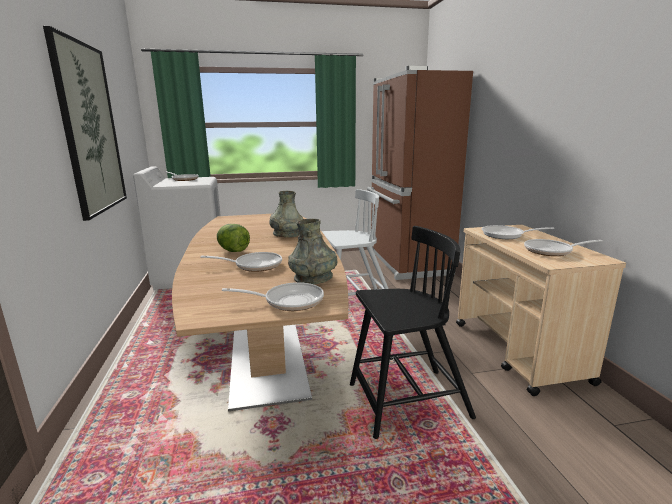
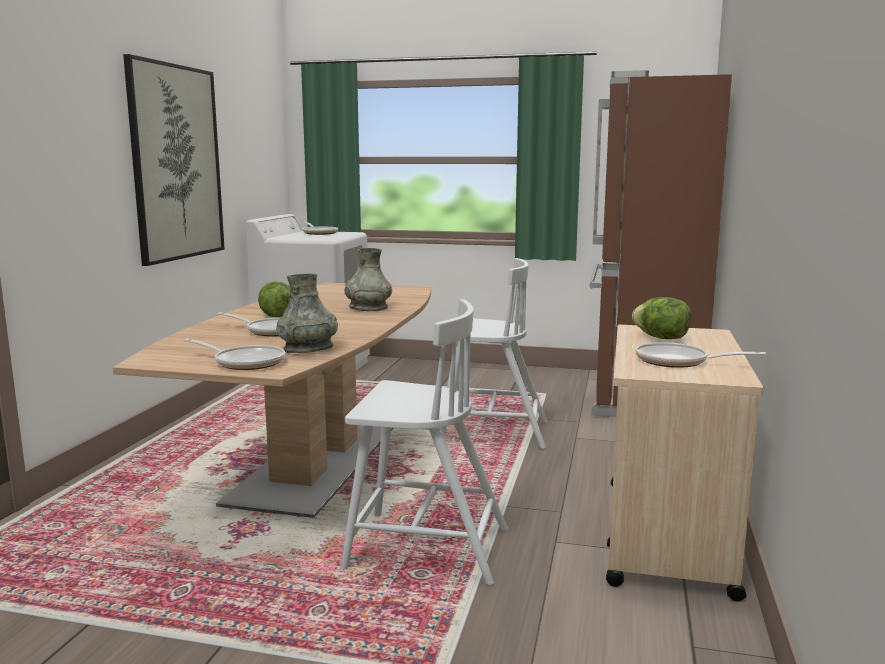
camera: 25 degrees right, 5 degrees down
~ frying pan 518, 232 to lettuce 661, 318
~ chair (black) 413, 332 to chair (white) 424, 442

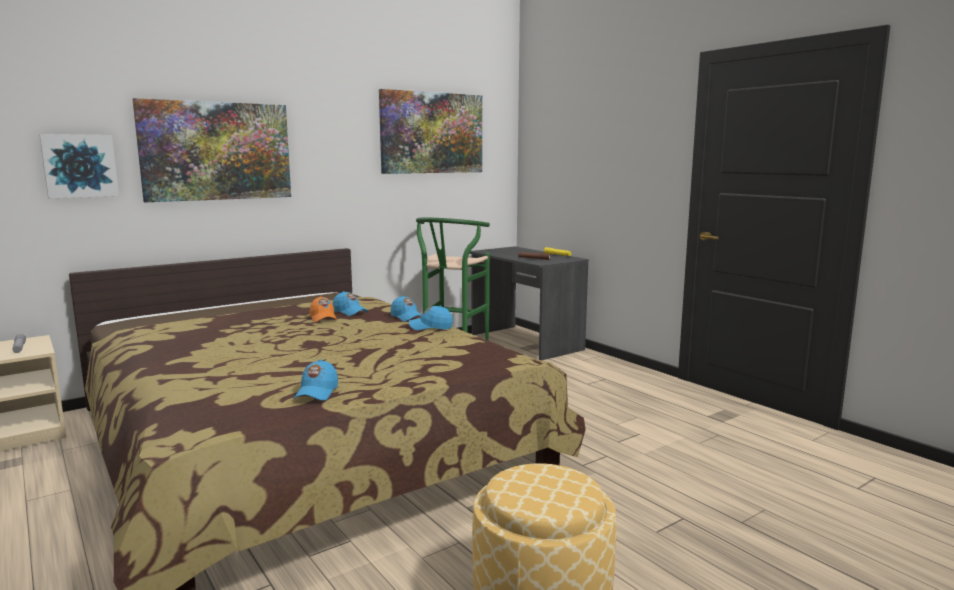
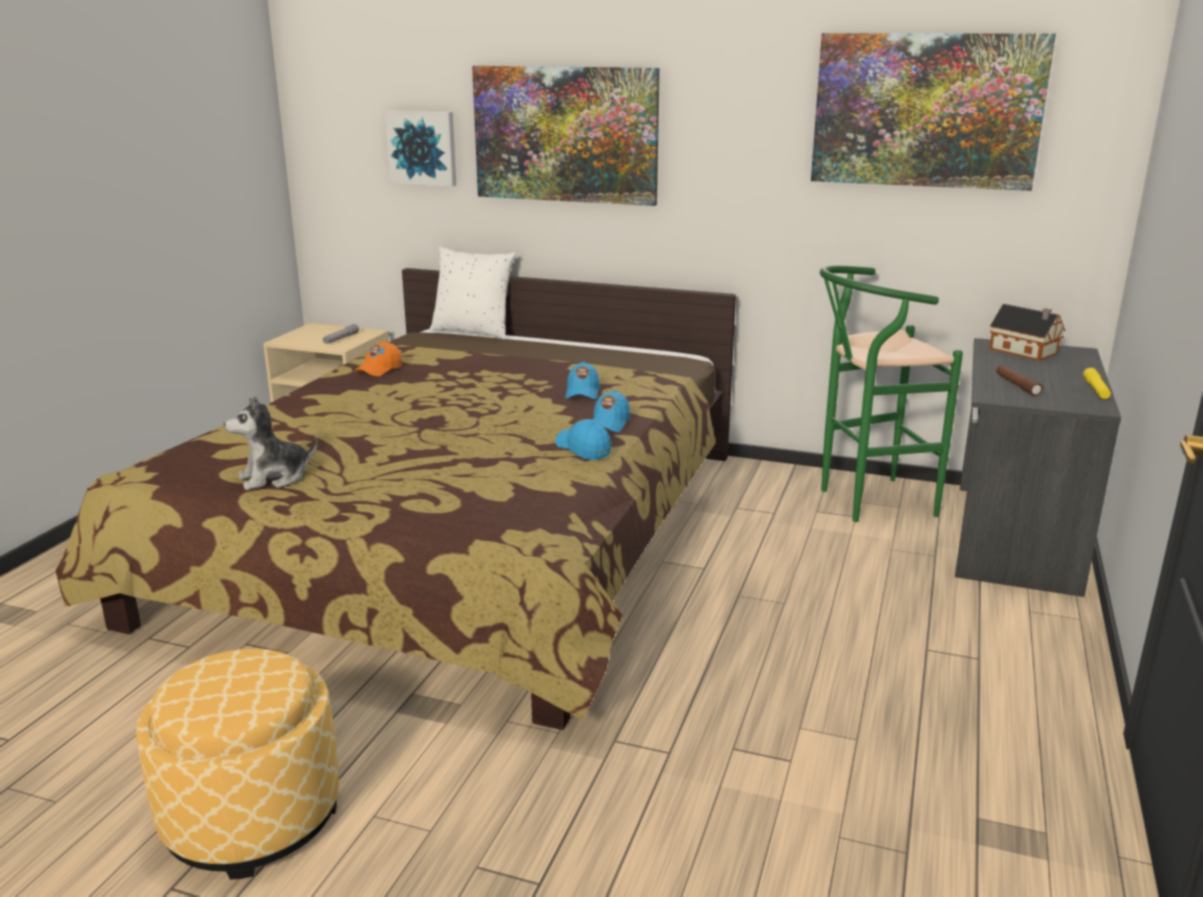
camera: 55 degrees right, 10 degrees up
~ cap (orange) 323, 309 to 378, 359
~ cap (blue) 315, 380 to plush toy 271, 443
+ pillow (white) 472, 293
+ toy house 1027, 332

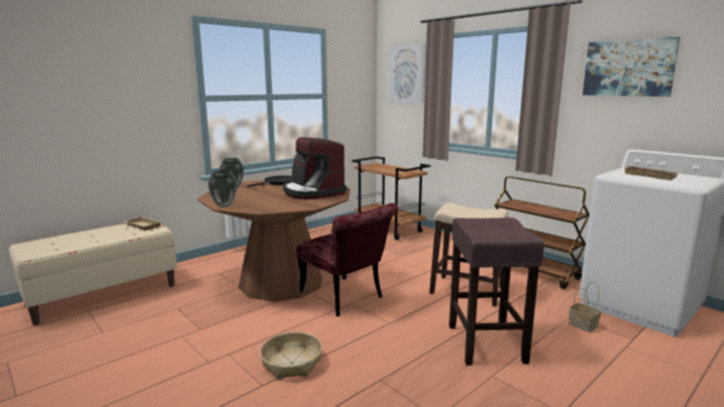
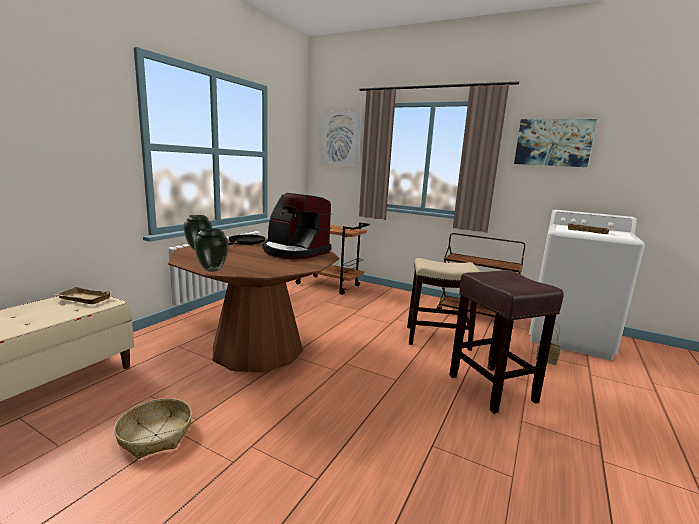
camera: 20 degrees left, 0 degrees up
- chair (red) 347, 259
~ basket 291, 356 to 153, 428

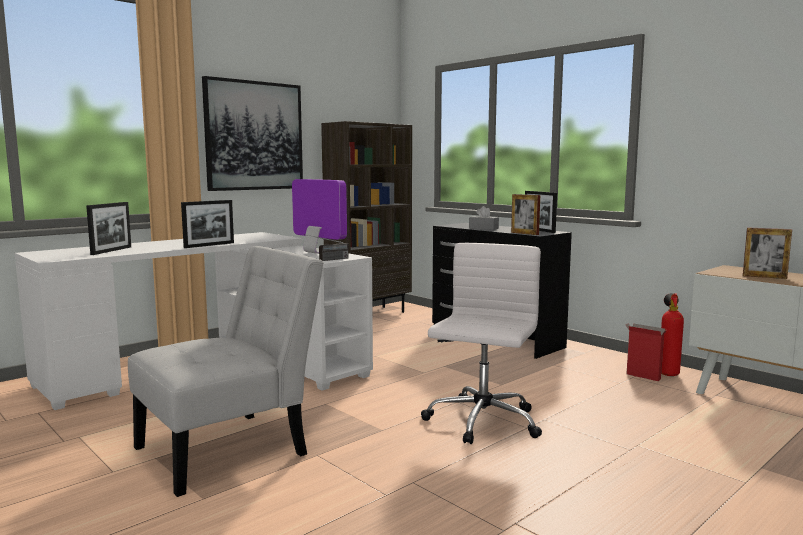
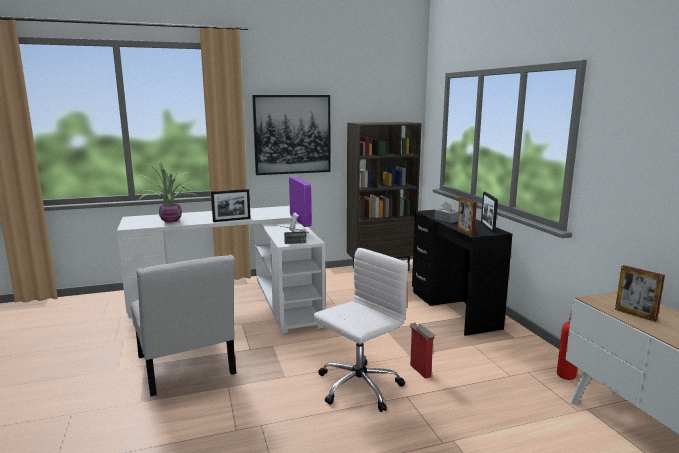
camera: 25 degrees right, 5 degrees up
~ picture frame 108, 228 to potted plant 167, 192
~ chair (white) 226, 371 = 183, 325 75 degrees clockwise
~ cardboard box 646, 352 to 422, 351

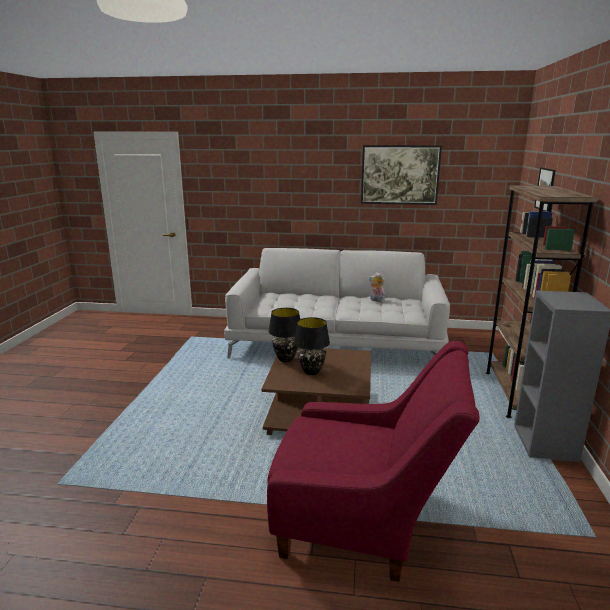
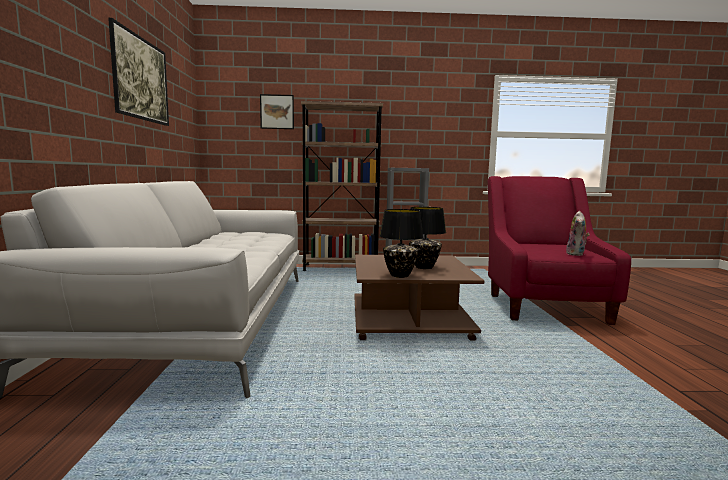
camera: 100 degrees left, 10 degrees down
~ plush toy 377, 287 to 578, 233

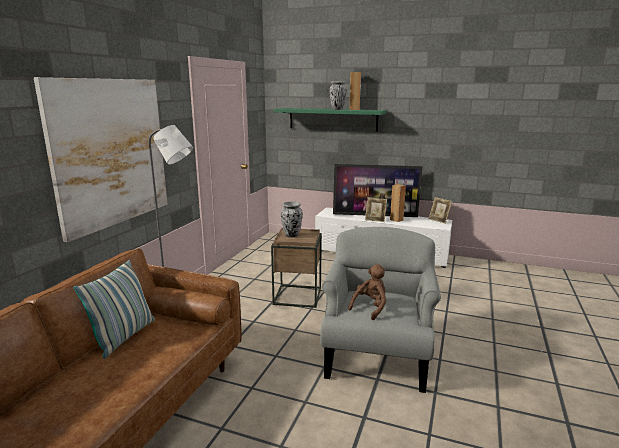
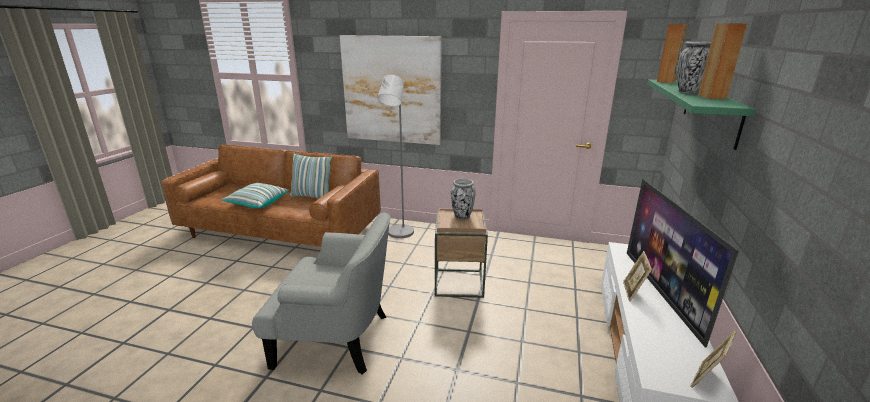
camera: 85 degrees right, 5 degrees up
~ speaker (brown) 398, 203 to 672, 53
- plush toy (brown) 367, 292
+ pillow 255, 195

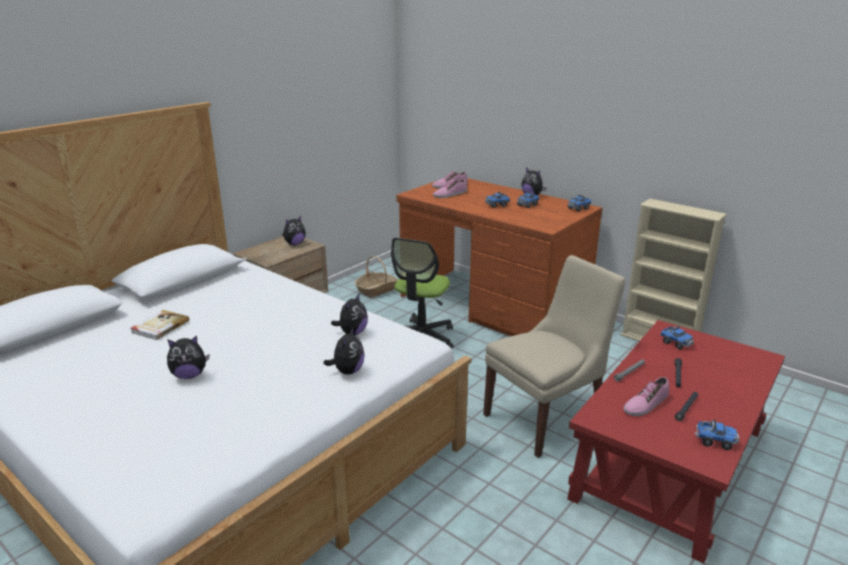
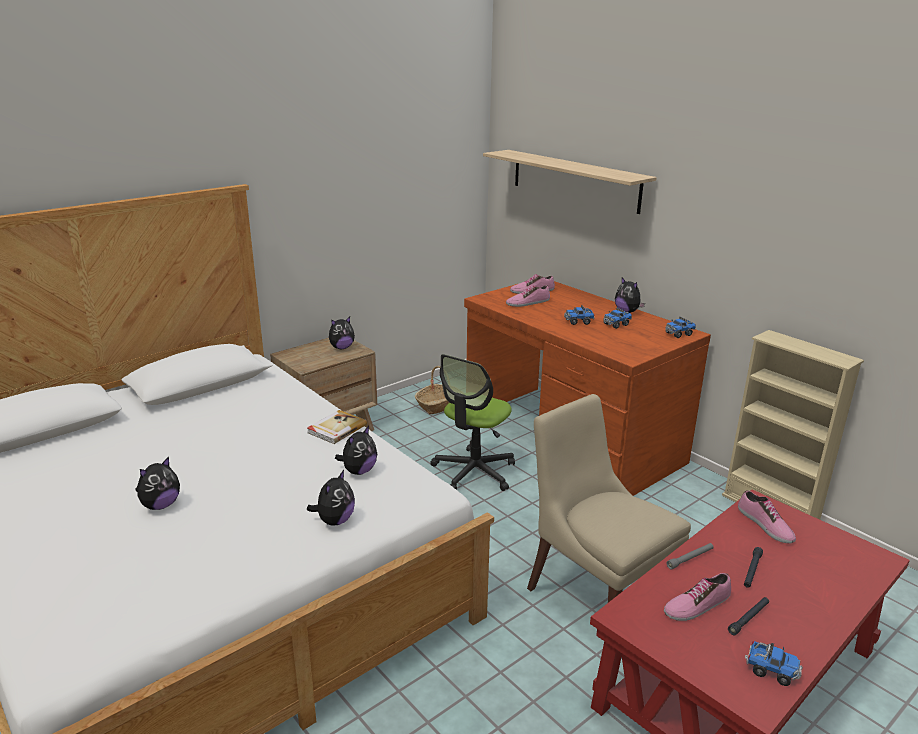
camera: 10 degrees right, 0 degrees up
~ chair (beige) 554, 356 = 609, 498 105 degrees counterclockwise
~ book 159, 325 to 337, 427
~ toy truck 677, 338 to shoe 767, 516
~ plush toy 188, 357 = 157, 483 45 degrees counterclockwise
+ shelf 570, 182

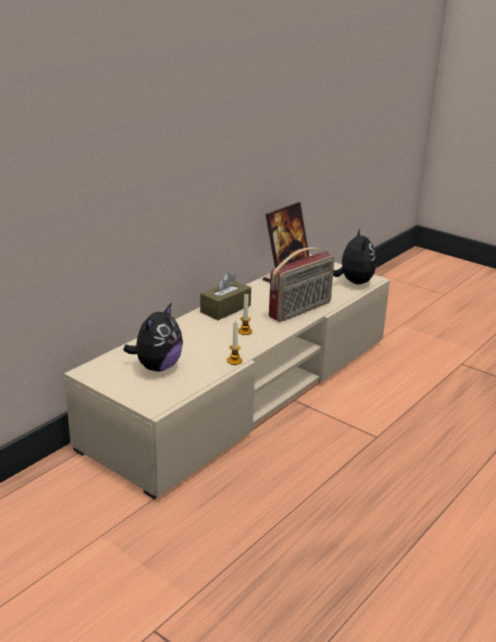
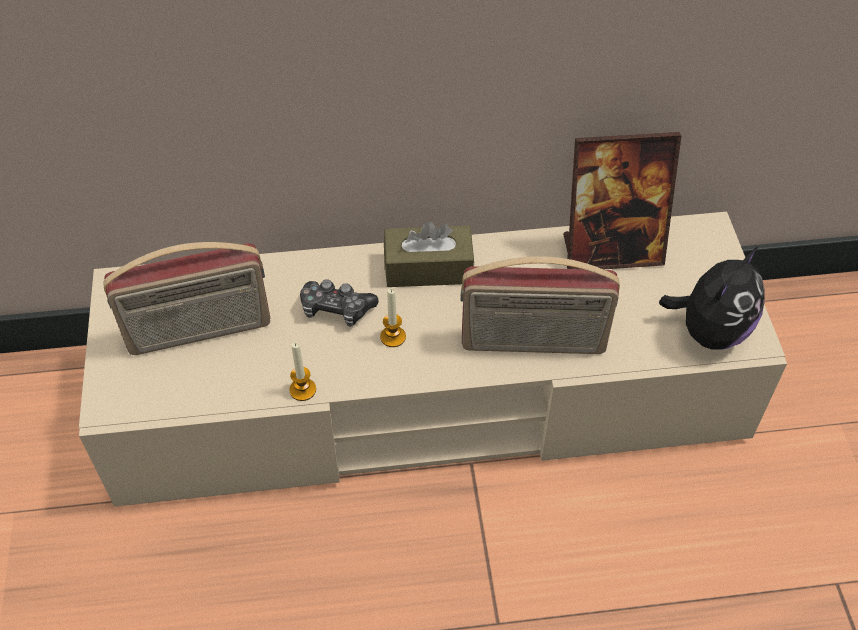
camera: 45 degrees right, 25 degrees up
~ plush toy 153, 337 to radio 187, 298
+ game controller 339, 303

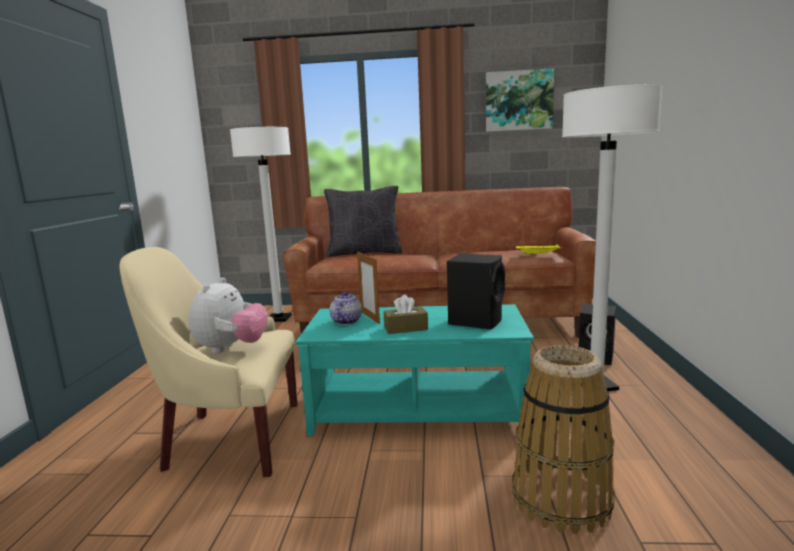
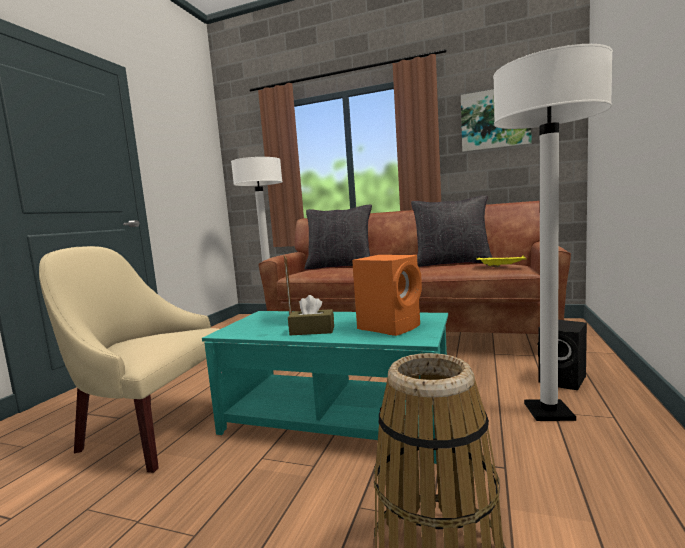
camera: 15 degrees right, 5 degrees down
~ speaker (black) 476, 292 to speaker (orange) 387, 295
- plush toy 228, 315
- teapot 346, 308
+ pillow (black) 452, 231

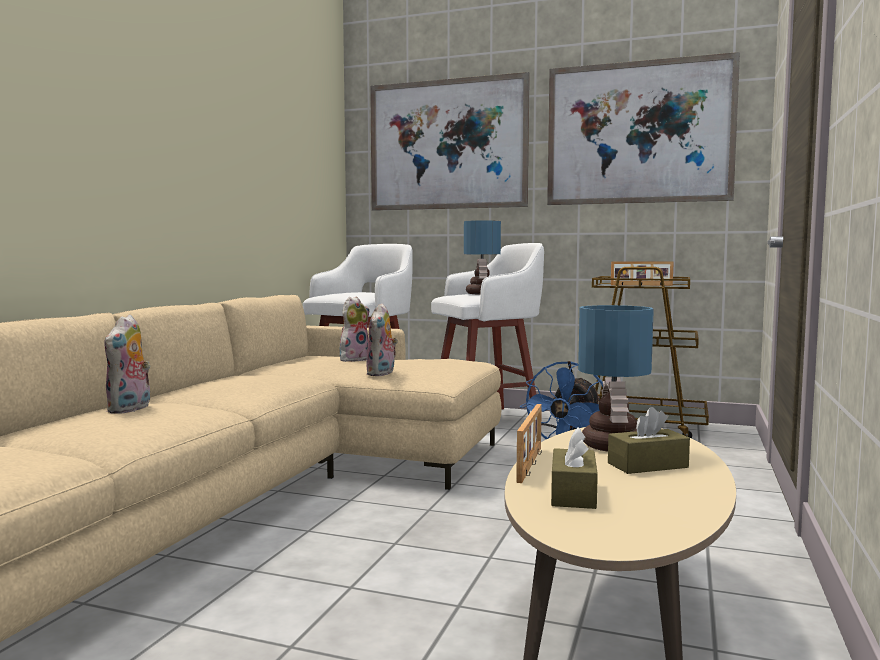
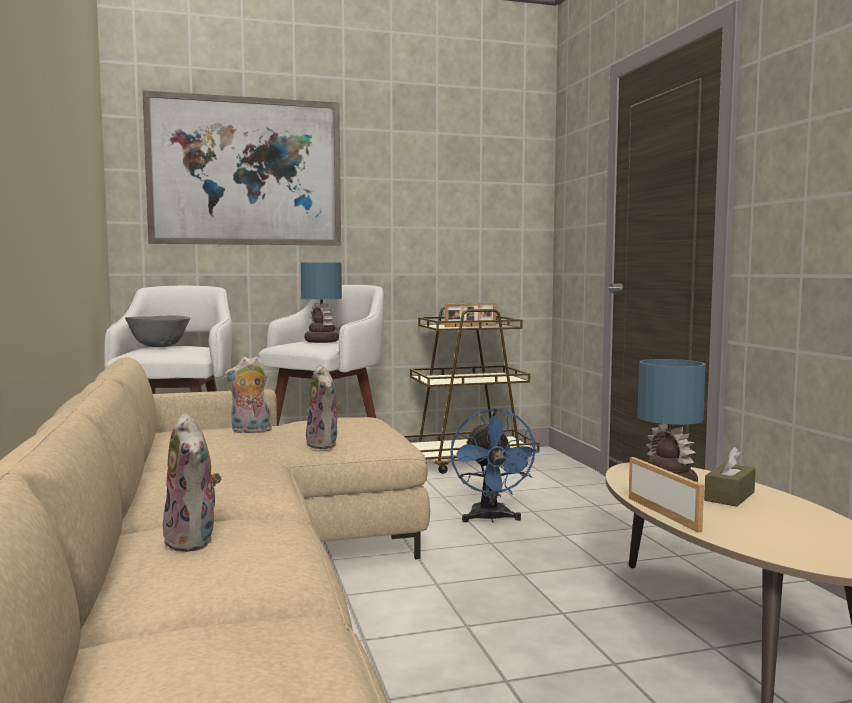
camera: 35 degrees left, 0 degrees up
- picture 643, 128
~ plush toy 355, 329 = 248, 394 105 degrees counterclockwise
- tissue box (brown) 574, 468
+ bowl (grey) 158, 331

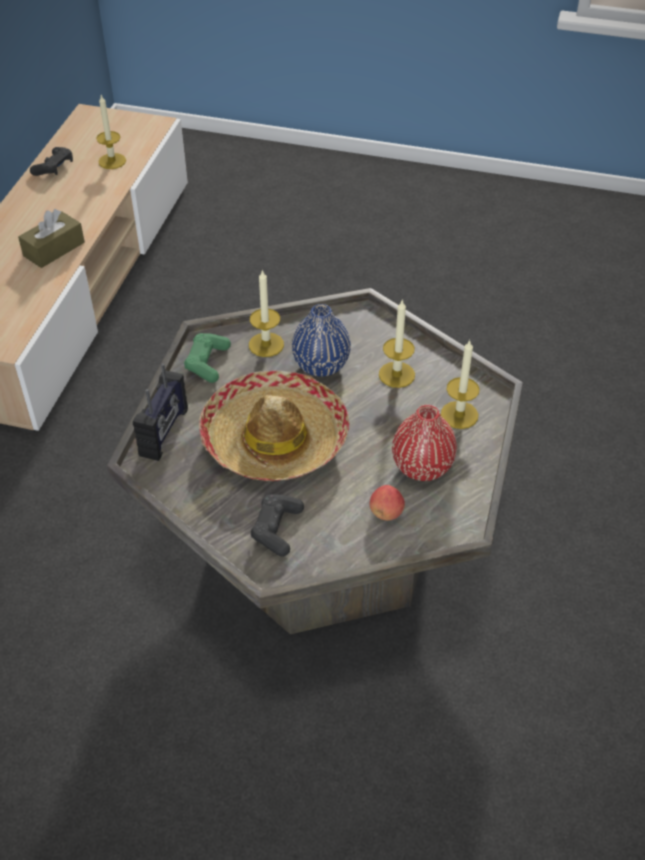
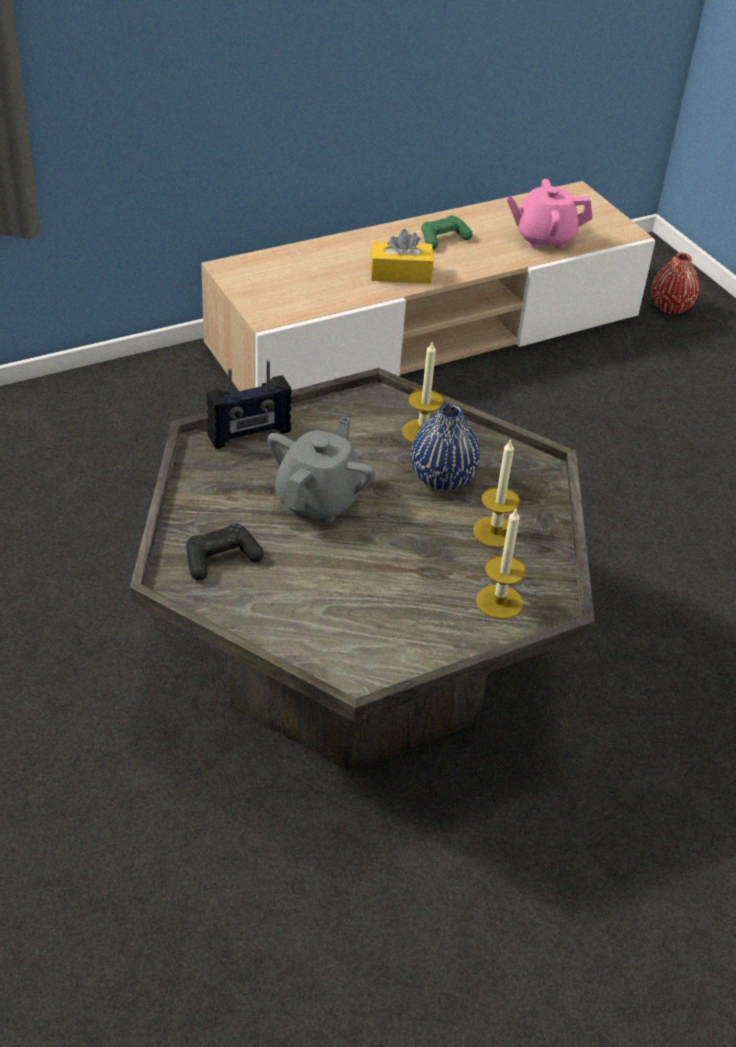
camera: 45 degrees right, 5 degrees down
~ candle 111, 132 to teapot (pink) 549, 214
- game controller (black) 51, 161
~ tissue box (brown) 51, 238 to tissue box (yellow) 402, 256
~ game controller (green) 207, 358 to 447, 232
~ hat 274, 425 to teapot (grey) 321, 470
~ vase (red) 424, 443 to 675, 283
- apple 387, 503

